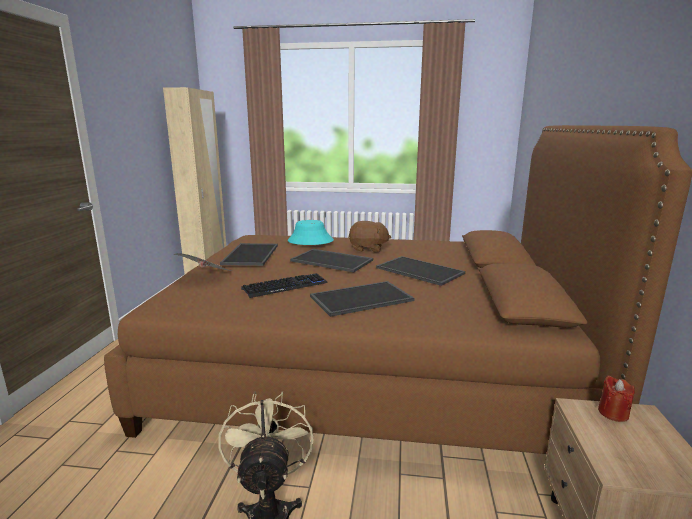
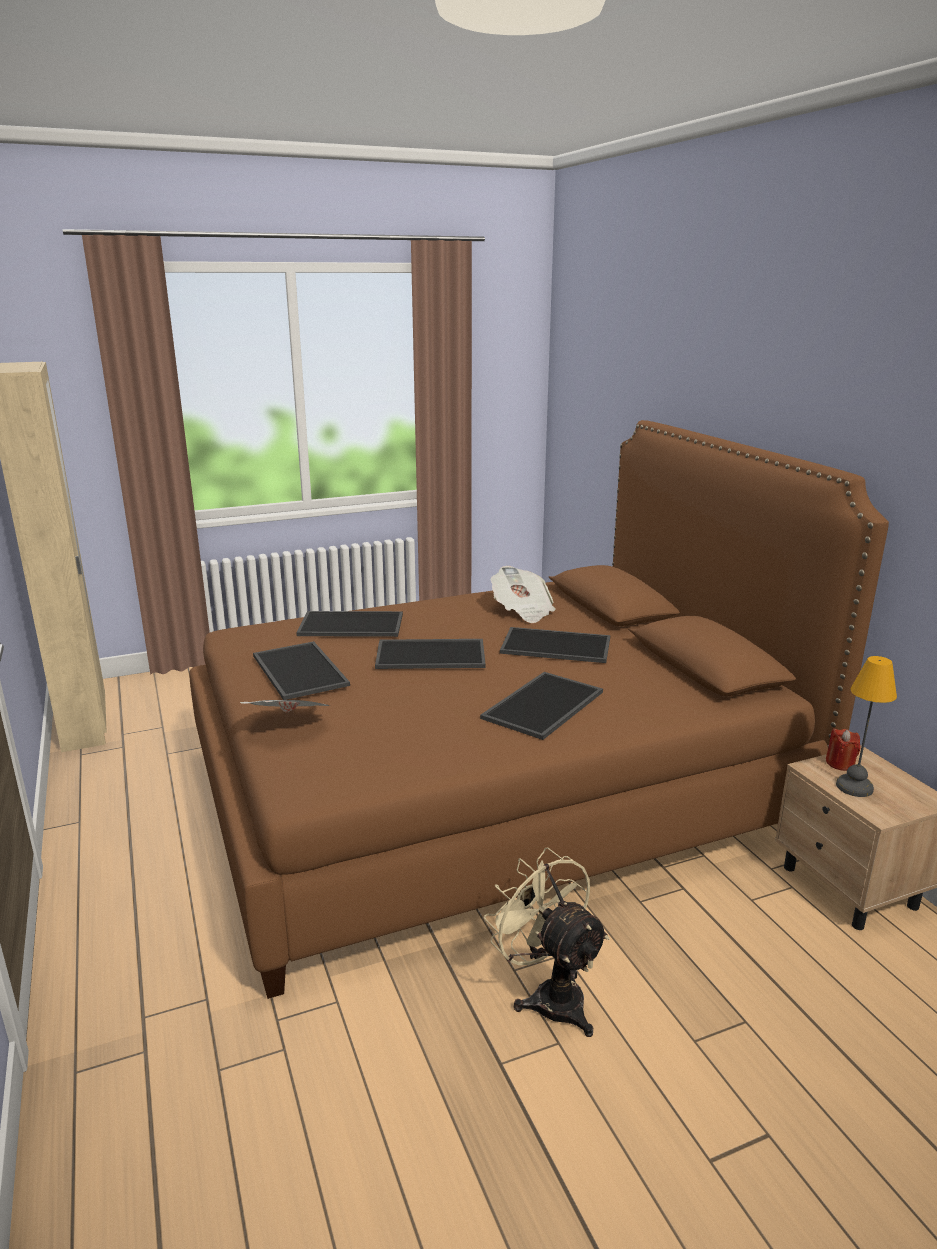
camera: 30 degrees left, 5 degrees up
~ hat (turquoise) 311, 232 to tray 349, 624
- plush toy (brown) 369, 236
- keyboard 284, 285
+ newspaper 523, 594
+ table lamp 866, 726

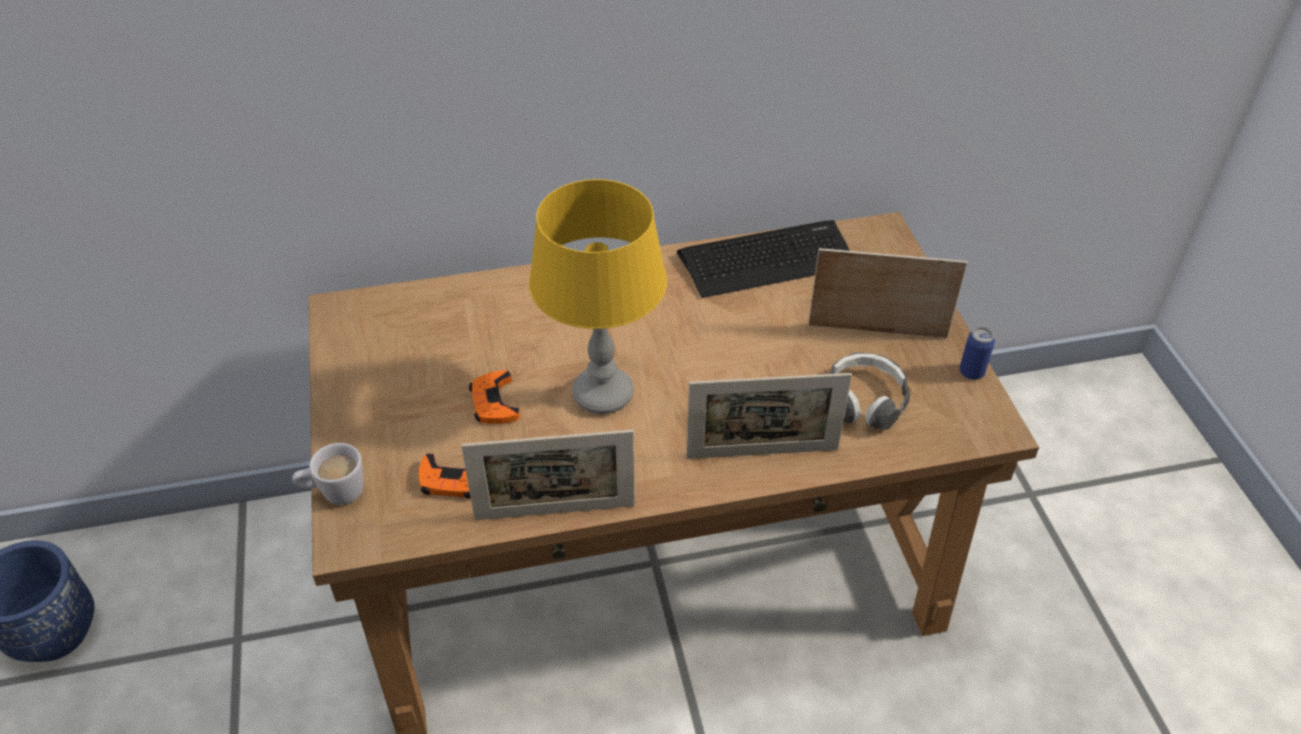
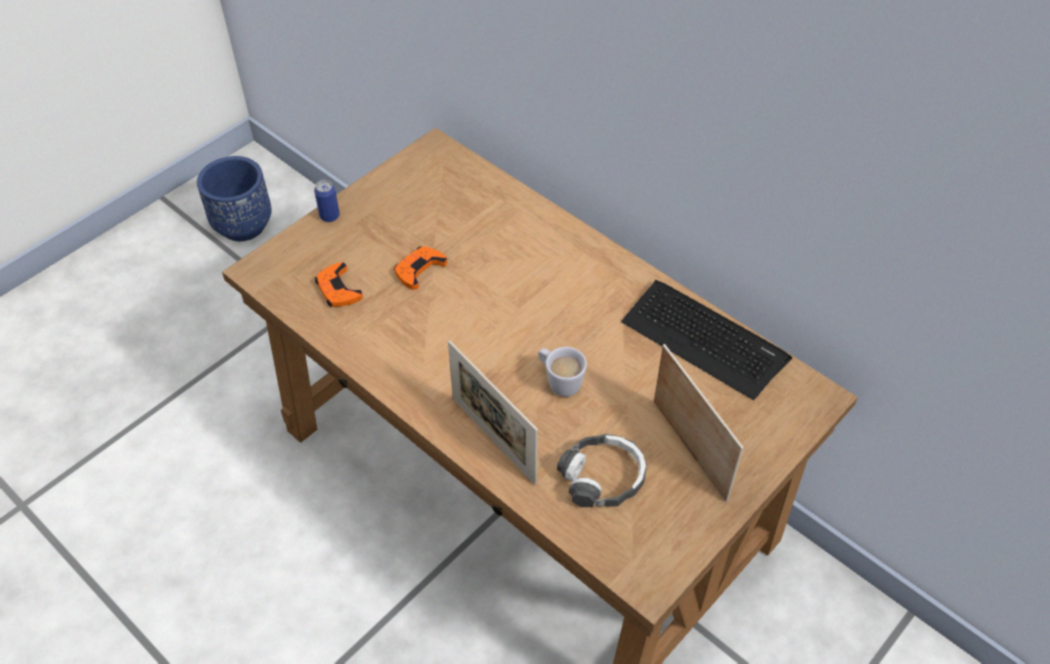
camera: 55 degrees right, 5 degrees up
- table lamp (yellow) 598, 296
~ can 977, 353 to 327, 201
- picture frame 548, 475
~ mug (white) 327, 474 to 562, 372

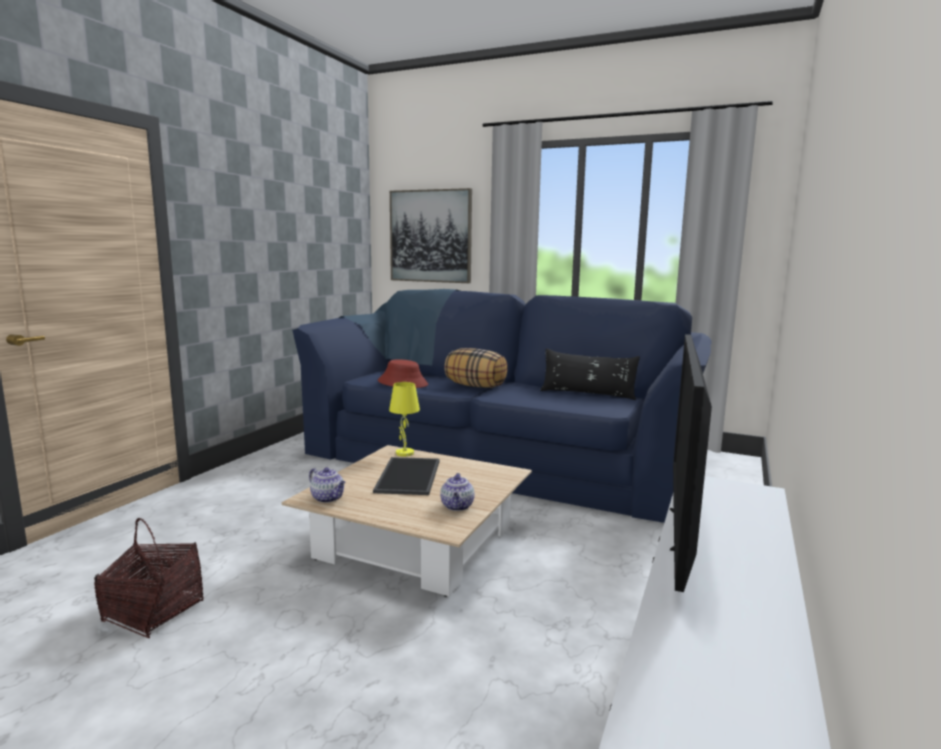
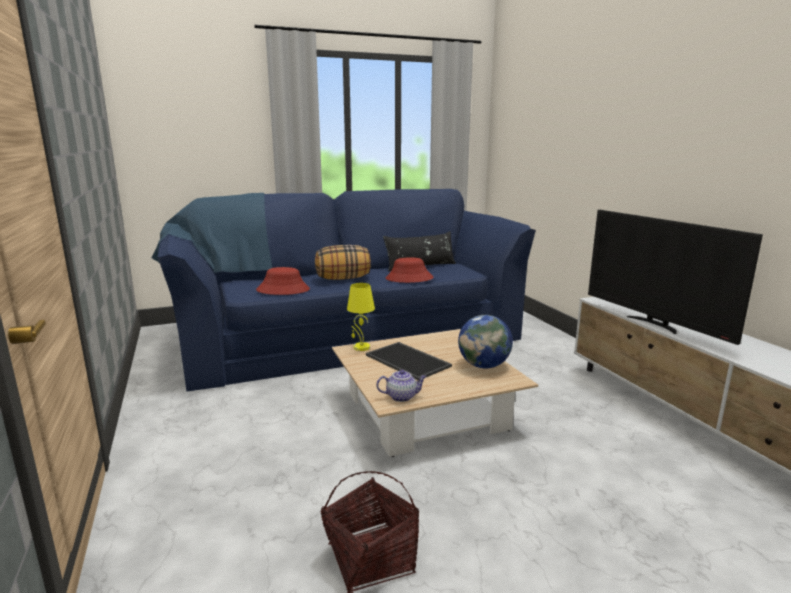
camera: 45 degrees left, 5 degrees up
- picture 431, 235
~ teapot 457, 492 to globe 485, 341
+ hat (red) 410, 270

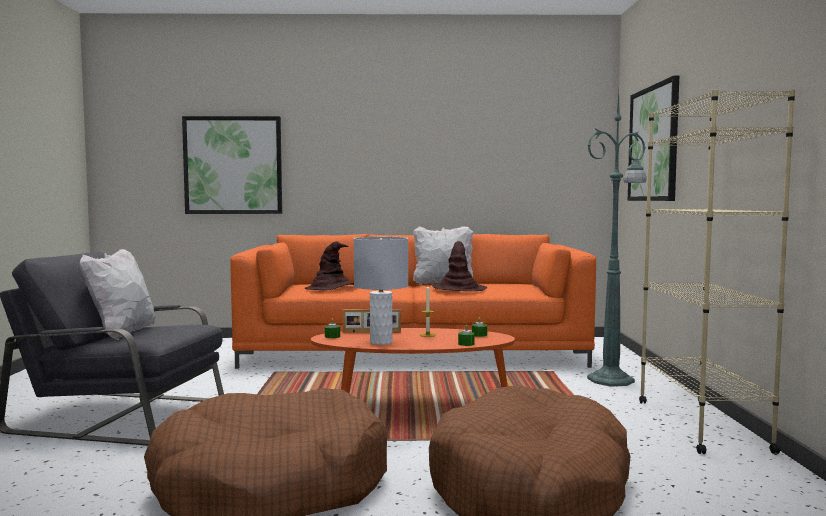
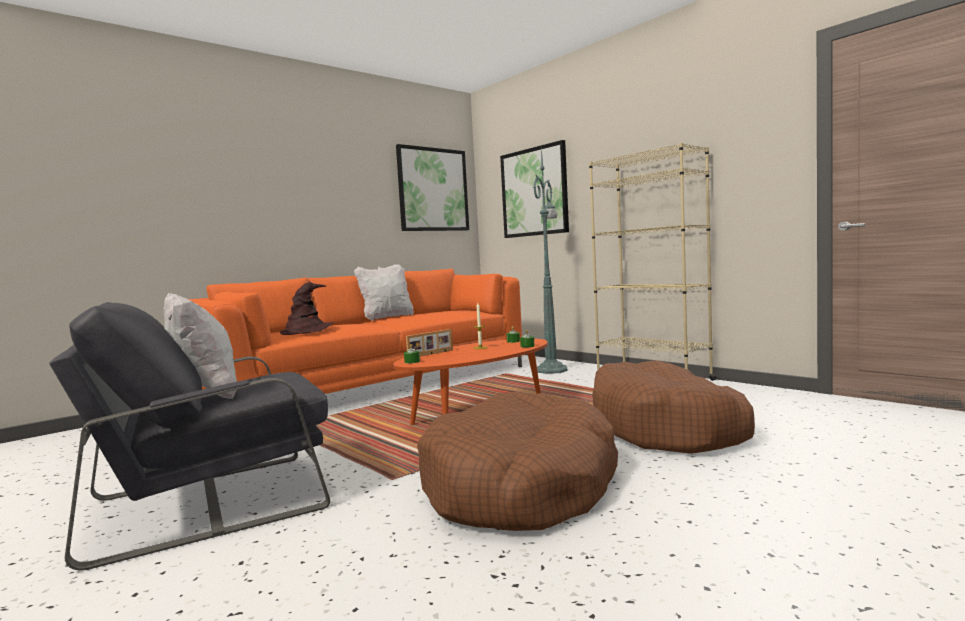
camera: 40 degrees left, 0 degrees up
~ picture 232, 165 to 432, 187
- table lamp (grey) 380, 291
- hat (brown) 459, 266

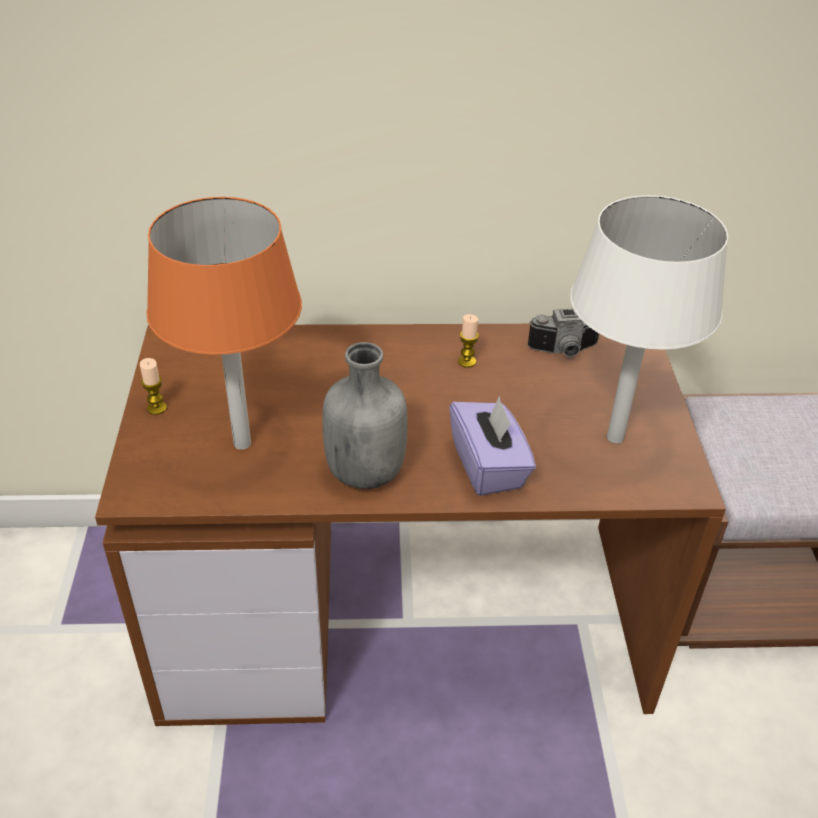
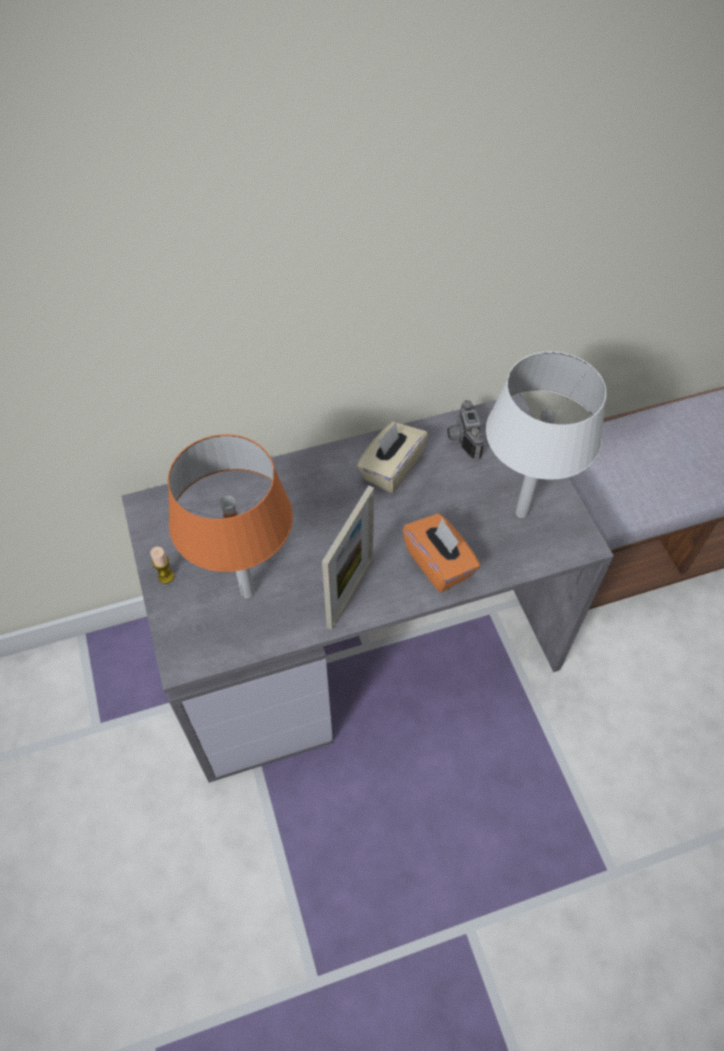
camera: 15 degrees left, 15 degrees up
~ photo camera 563, 332 = 465, 430 105 degrees clockwise
~ candle 468, 341 to tissue box (beige) 392, 457
~ desk (brown) 410, 525 to desk (grey) 368, 588
~ bottle (grey) 364, 415 to picture frame 348, 557
~ tissue box (purple) 492, 446 to tissue box (orange) 441, 552

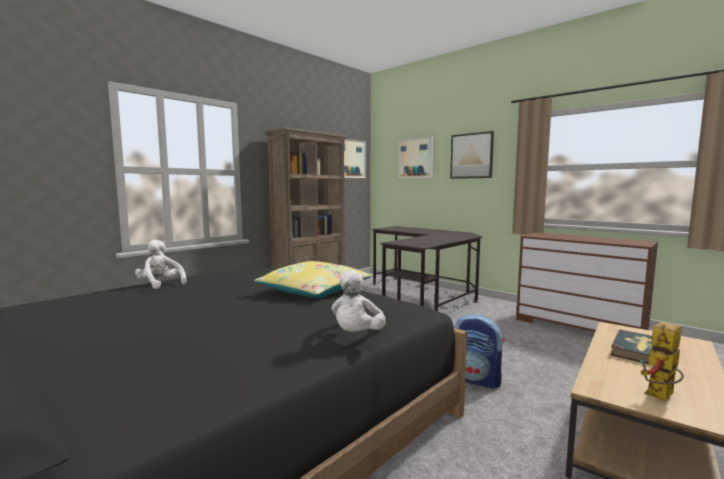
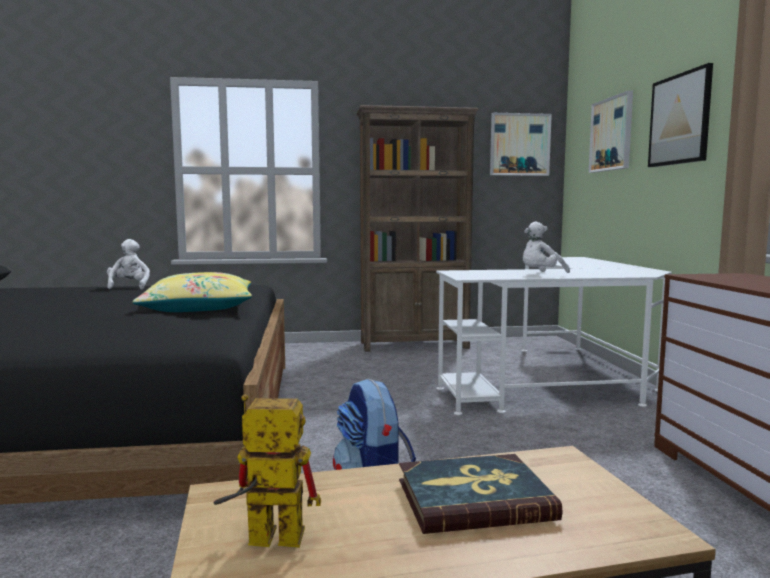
camera: 40 degrees right, 0 degrees up
~ desk (black) 427, 268 to desk (white) 554, 336
~ plush toy (white) 358, 301 to 546, 247

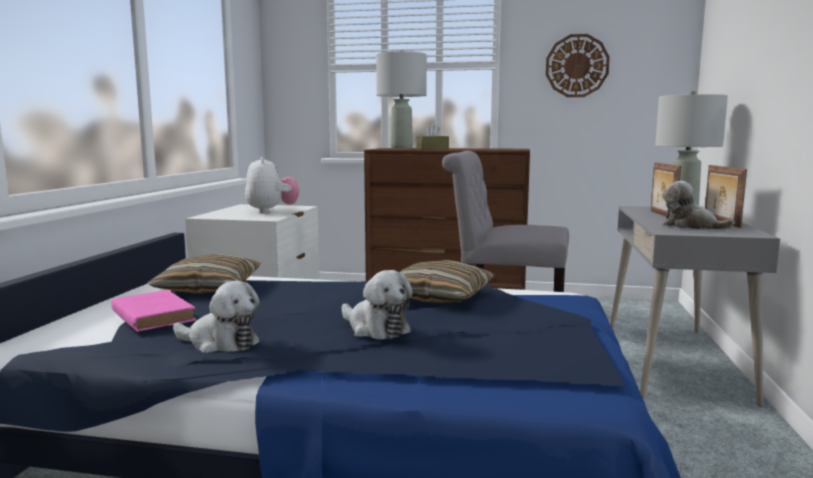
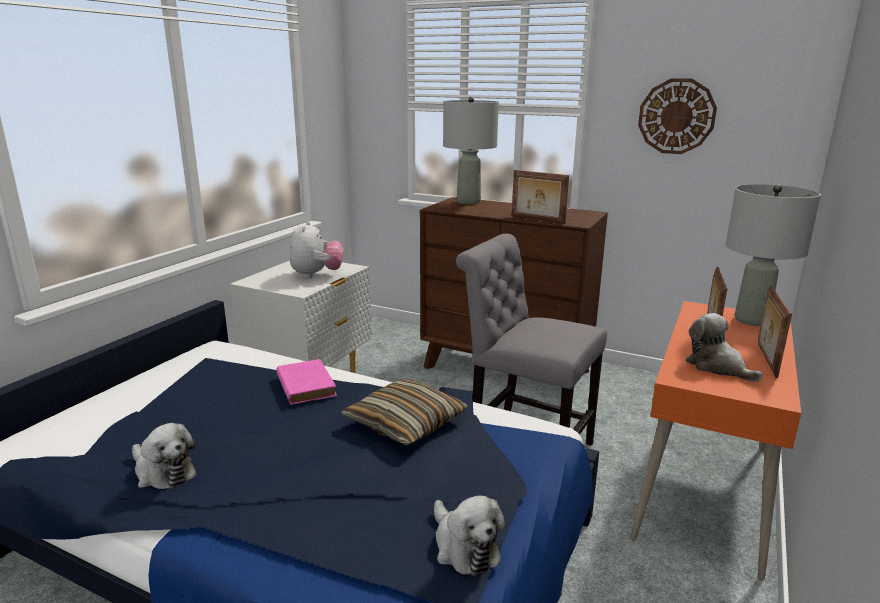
camera: 15 degrees right, 10 degrees up
- tissue box (brown) 432, 137
~ desk (grey) 695, 306 to desk (orange) 716, 440
- pillow 204, 273
~ plush toy 377, 304 to 469, 536
~ book (pink) 153, 311 to 306, 382
+ picture frame 540, 197

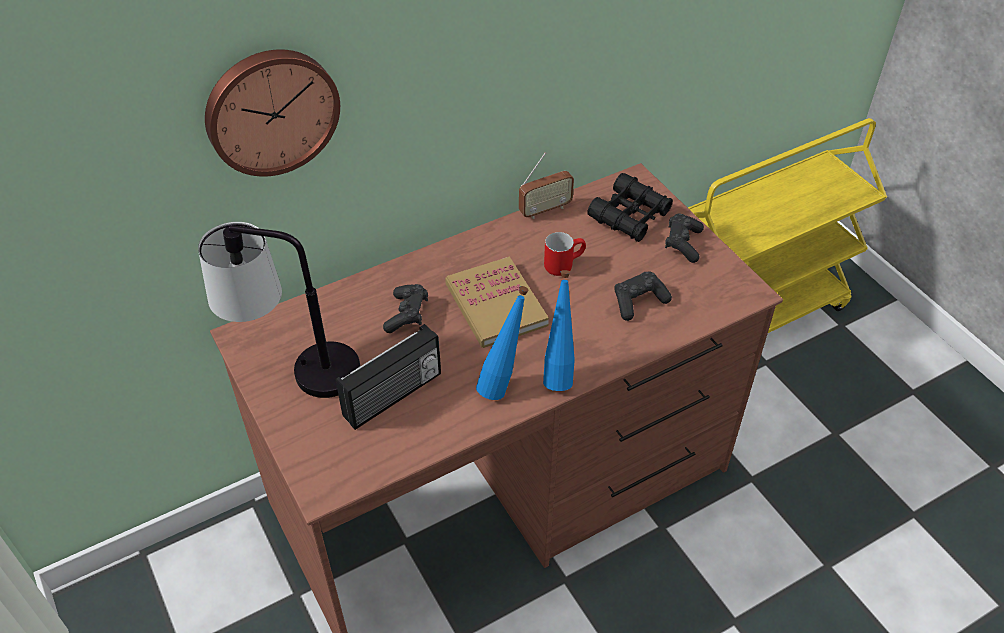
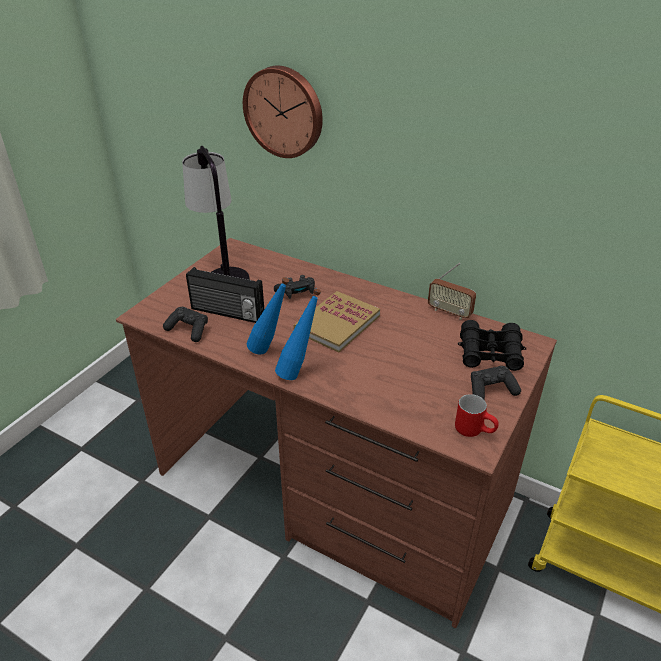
camera: 60 degrees right, 10 degrees down
~ mug (red) 565, 254 to 477, 415
~ game controller (black) 643, 296 to 185, 324

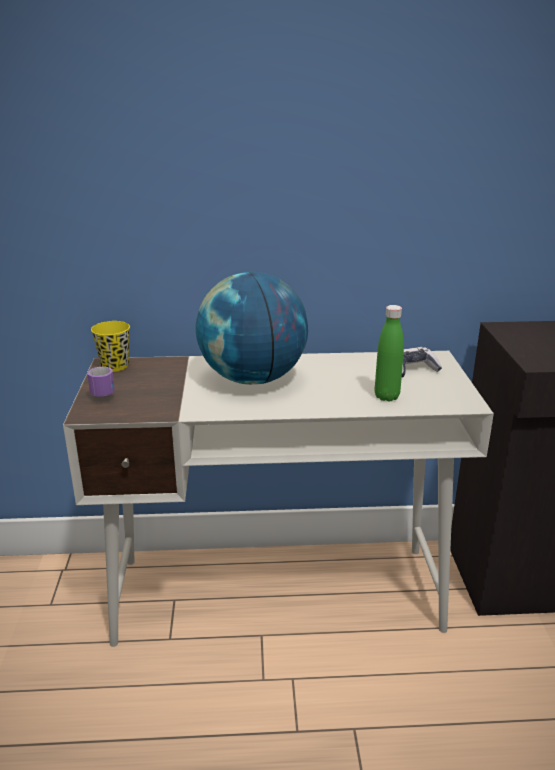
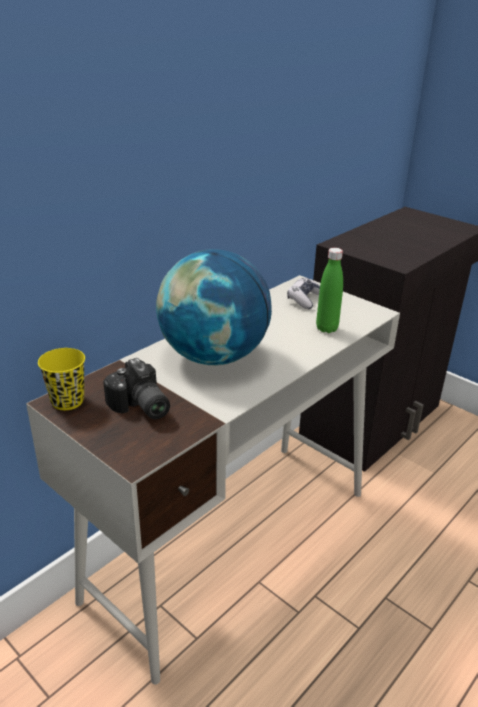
camera: 45 degrees left, 5 degrees up
- mug 101, 382
+ photo camera 136, 388

